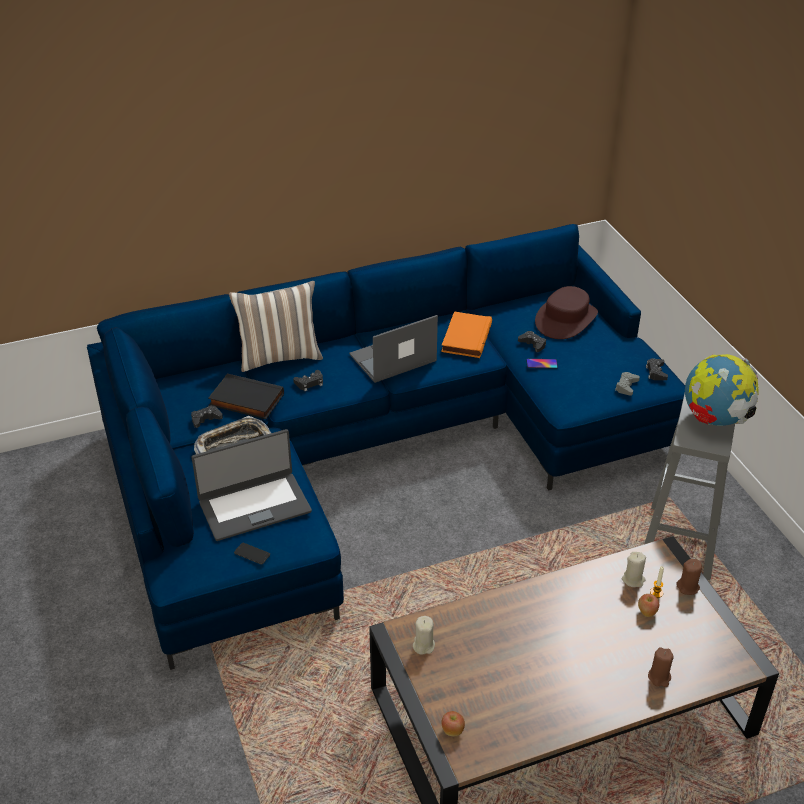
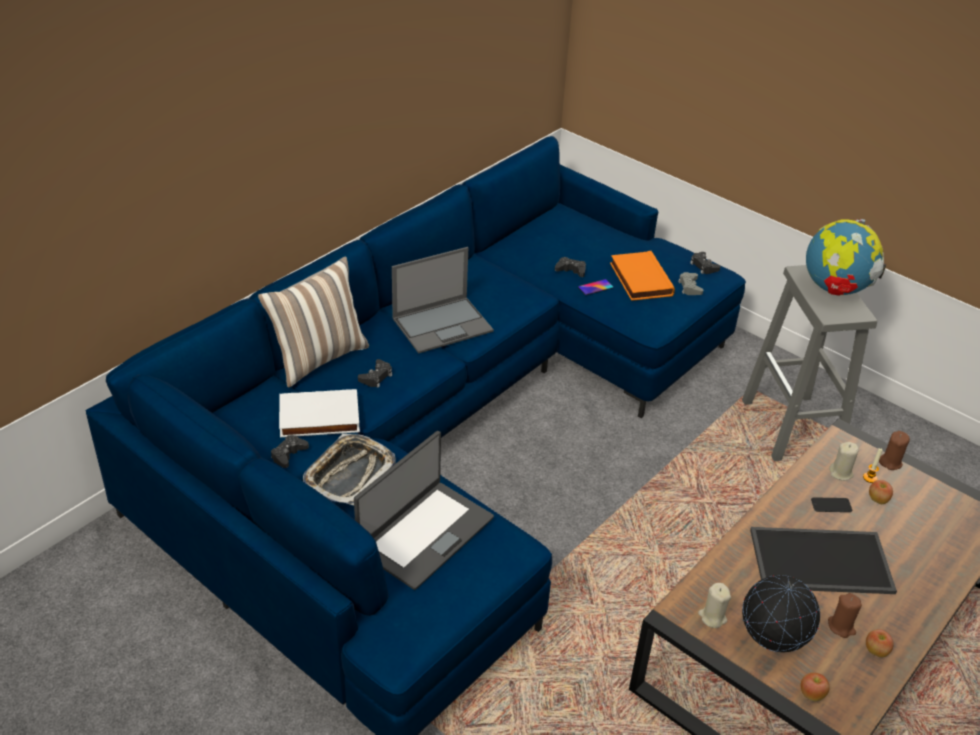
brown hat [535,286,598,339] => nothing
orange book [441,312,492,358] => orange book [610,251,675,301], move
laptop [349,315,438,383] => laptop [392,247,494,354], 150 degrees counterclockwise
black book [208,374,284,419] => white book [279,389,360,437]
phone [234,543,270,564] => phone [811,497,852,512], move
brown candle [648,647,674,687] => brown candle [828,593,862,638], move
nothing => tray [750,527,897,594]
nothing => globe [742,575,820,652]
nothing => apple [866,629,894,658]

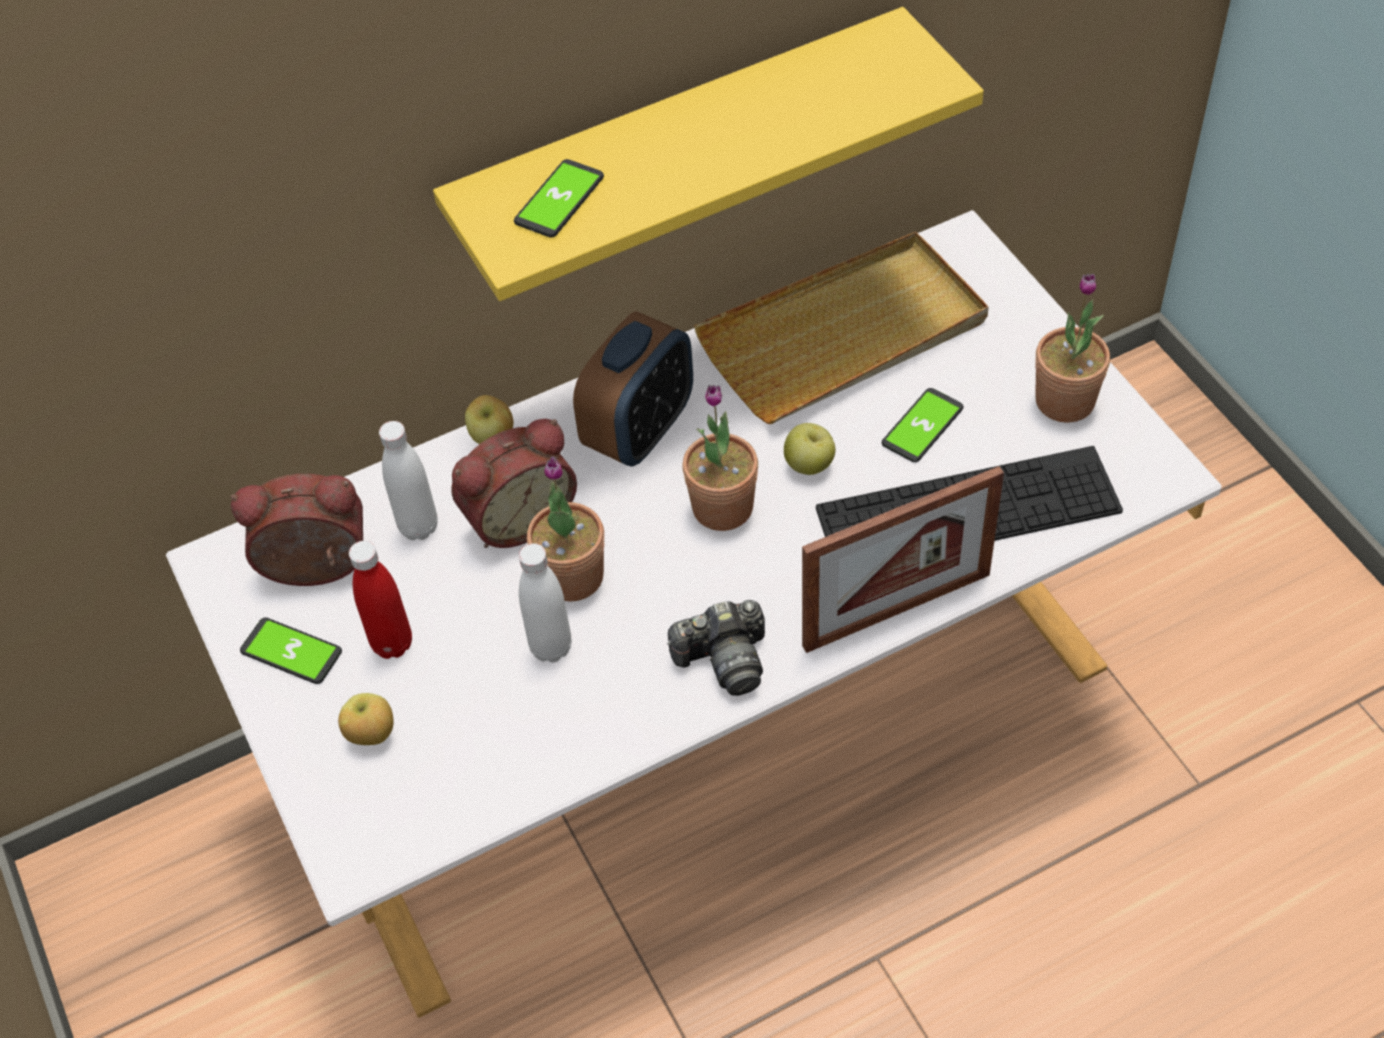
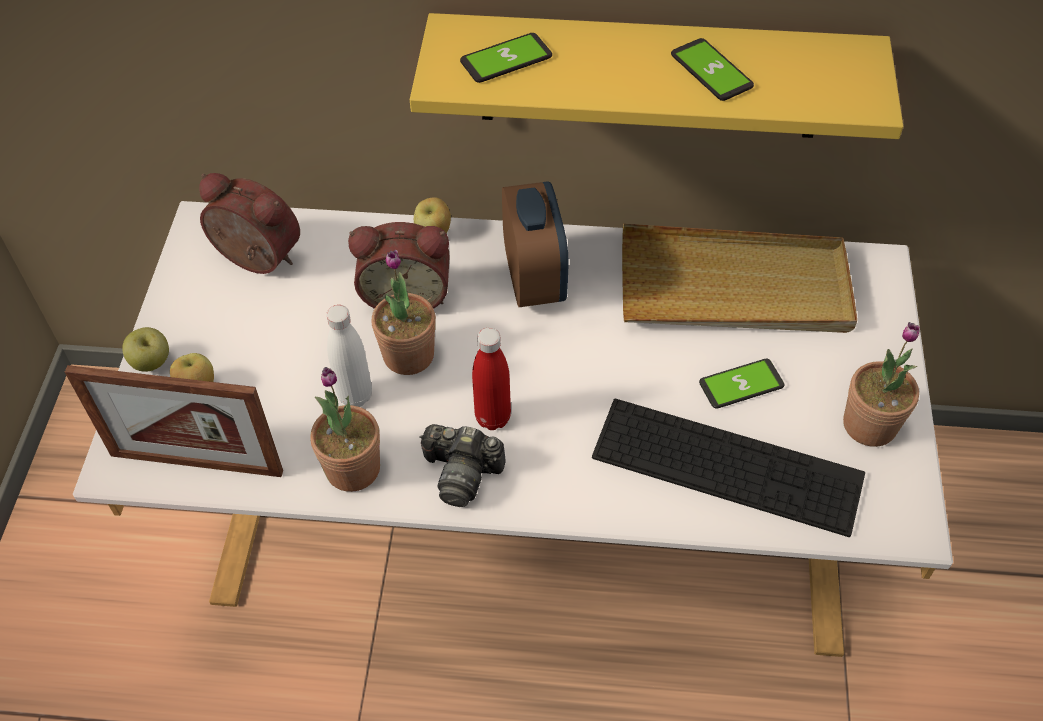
alarm clock [573,311,693,467] => alarm clock [502,181,569,307], 75 degrees counterclockwise
potted plant [682,385,758,531] => potted plant [310,367,380,492], move
white bottle [379,421,438,540] => nothing
apple [784,423,835,475] => apple [122,327,169,372], move
picture frame [802,466,1004,653] => picture frame [65,365,283,477], move
red bottle [349,541,412,659] => red bottle [472,328,511,430], move
phone [240,617,342,684] => phone [671,38,754,101], move

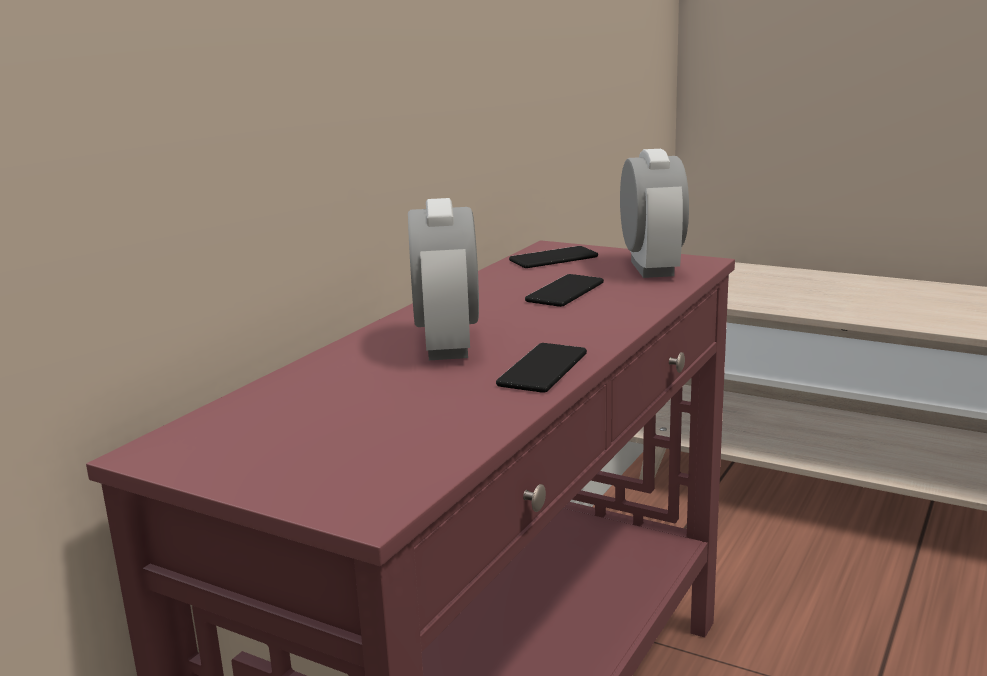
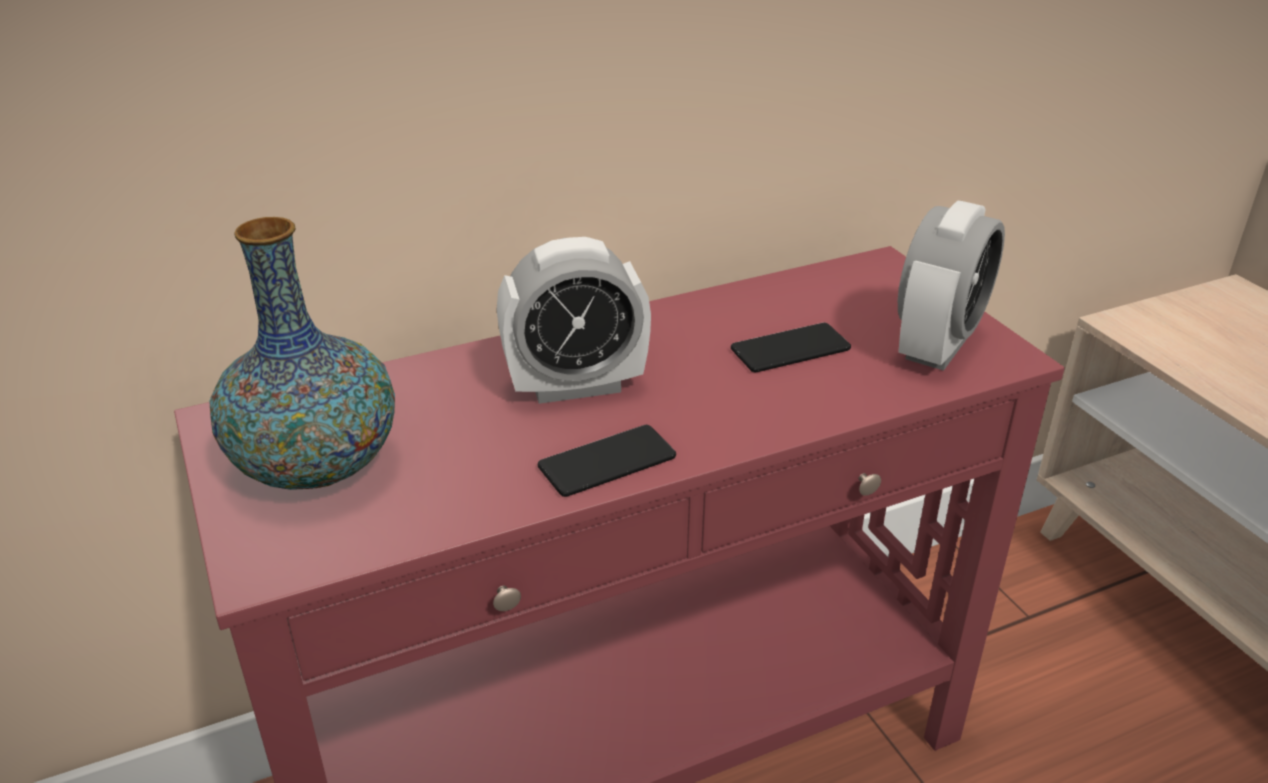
alarm clock [408,198,479,360] => alarm clock [497,237,651,404], 135 degrees counterclockwise
phone [509,246,598,268] => nothing
nothing => vase [209,217,395,490]

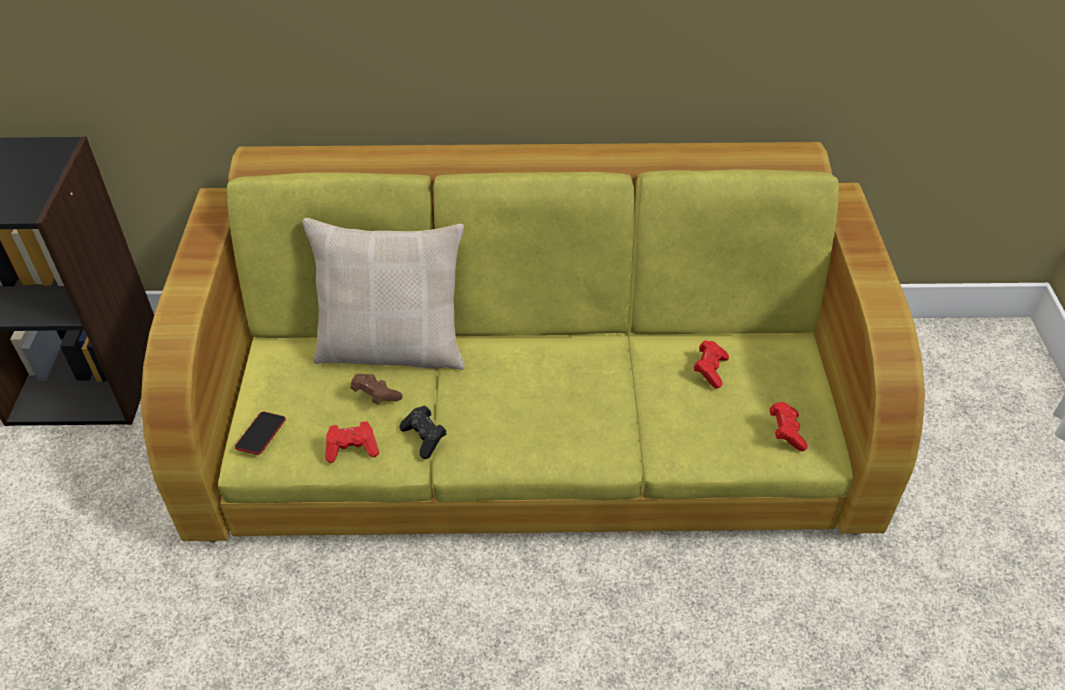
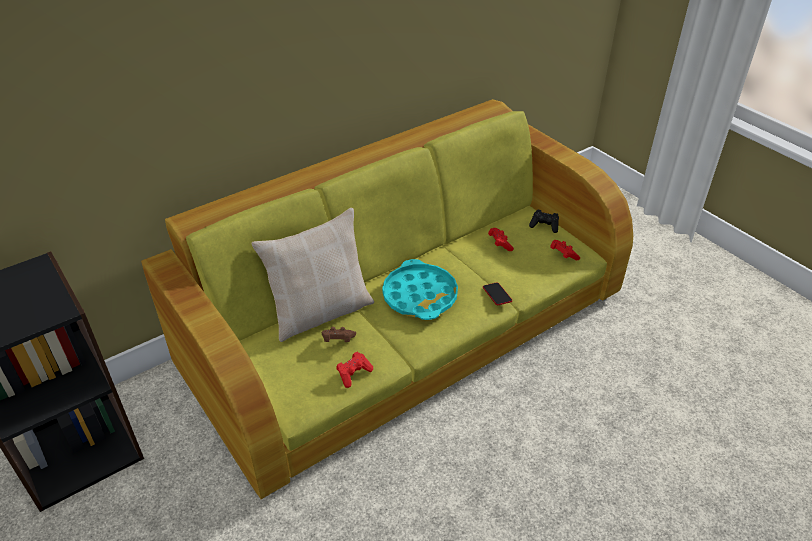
black game controller [399,406,447,459] => black game controller [529,210,559,233], move
phone [235,412,286,455] => phone [483,282,512,305], move
nothing => turquoise tray [382,259,458,320]

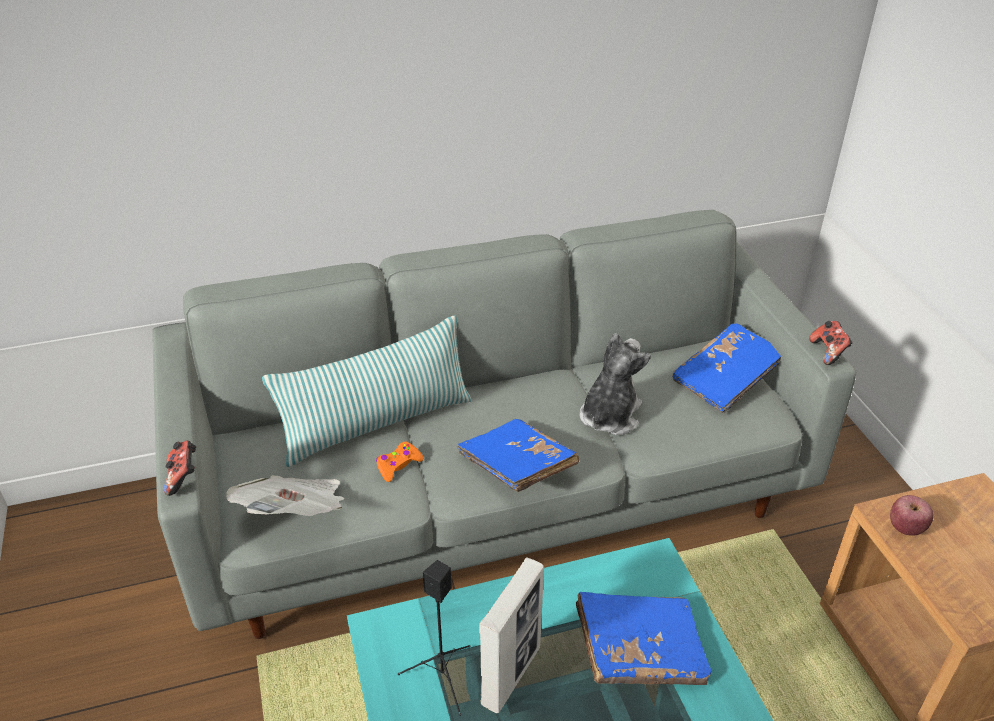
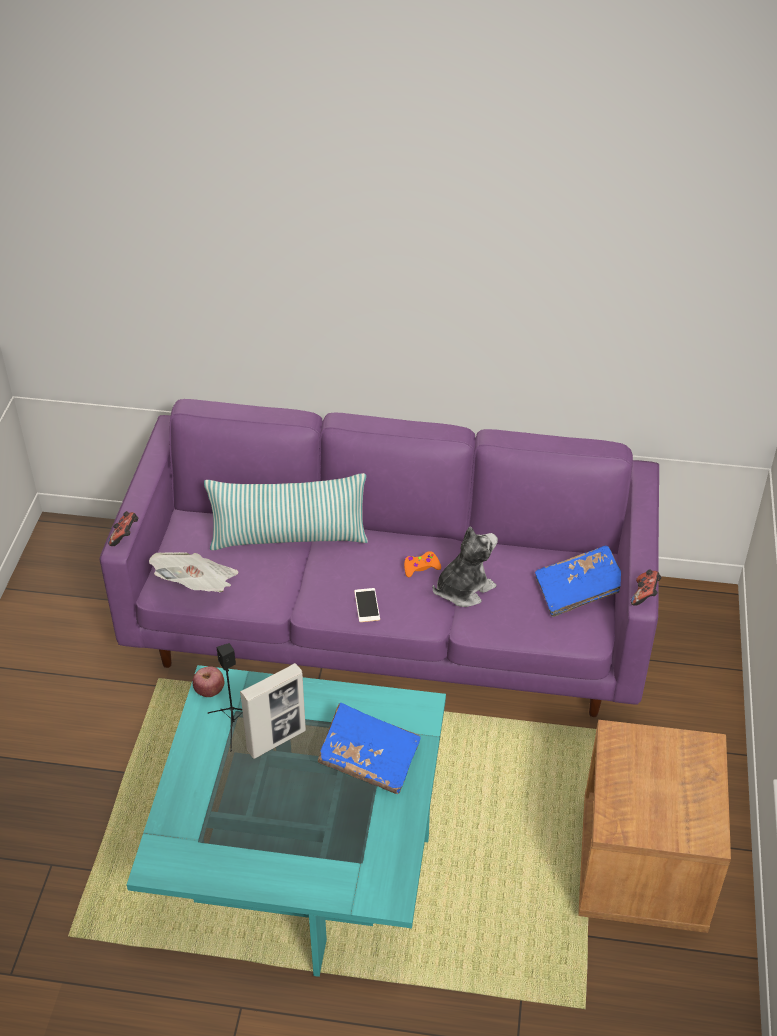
grey sofa [152,210,857,639] => purple sofa [100,399,659,717]
blue book [457,419,579,492] => phone [354,588,380,622]
orange game controller [376,442,424,482] => orange game controller [404,551,441,577], move
apple [890,495,934,536] => apple [192,666,225,697], move

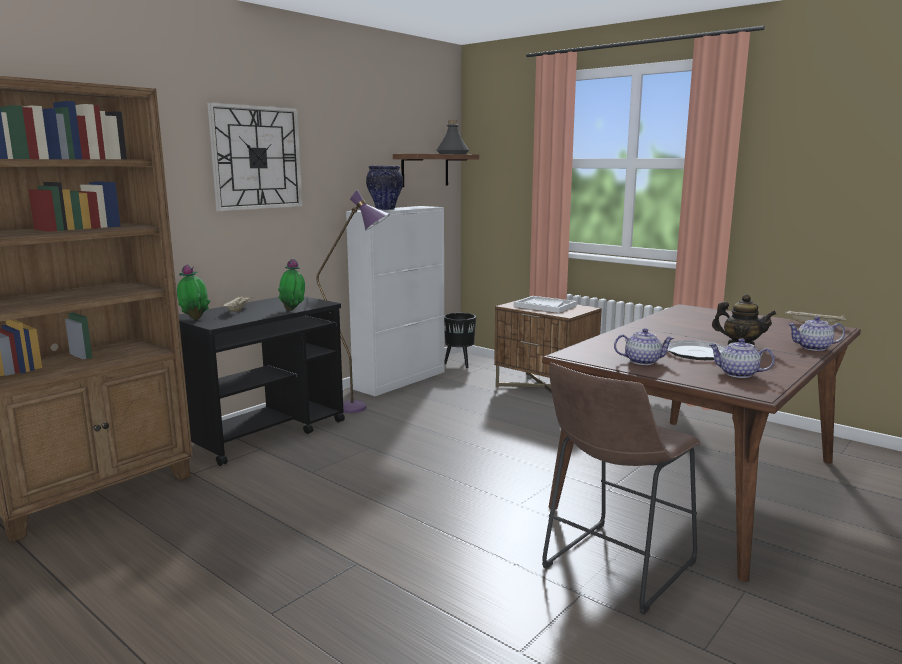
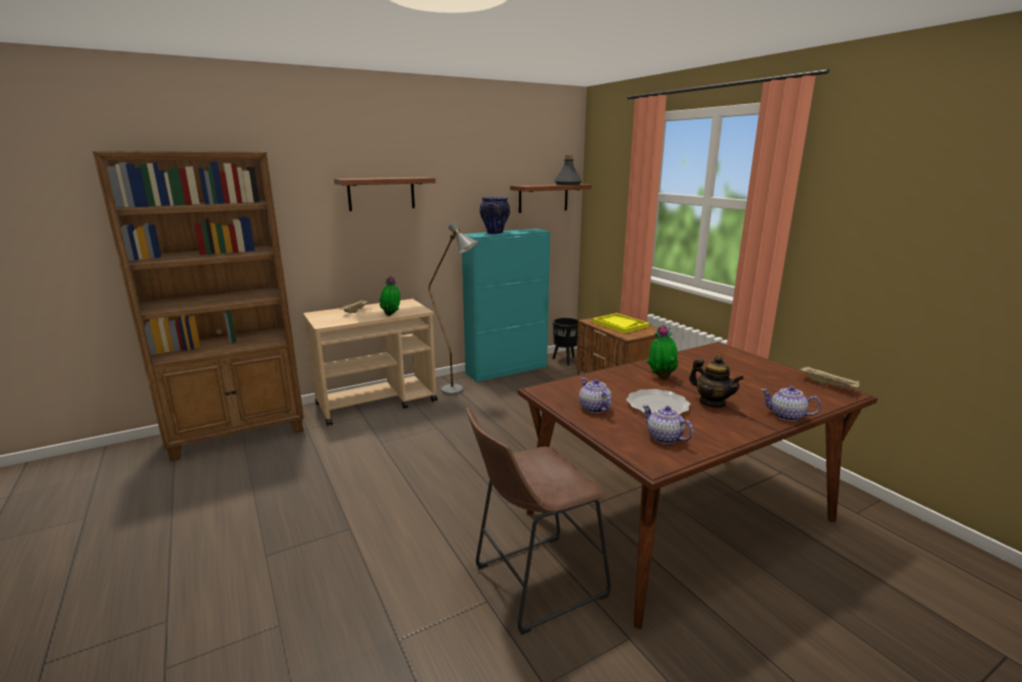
wall clock [207,102,302,211] => shelf [334,177,436,211]
purple floor lamp [316,190,390,413] => grey floor lamp [428,221,479,395]
white cabinet [346,206,445,396] => turquoise cabinet [462,229,550,382]
potted plant [177,264,211,319] => potted plant [647,325,678,380], move
black cart [179,296,345,466] => beige cart [303,299,437,426]
white tray [514,296,577,313] => yellow tray [593,313,649,334]
teapot [614,328,674,365] => teapot [579,378,612,413], 135 degrees counterclockwise

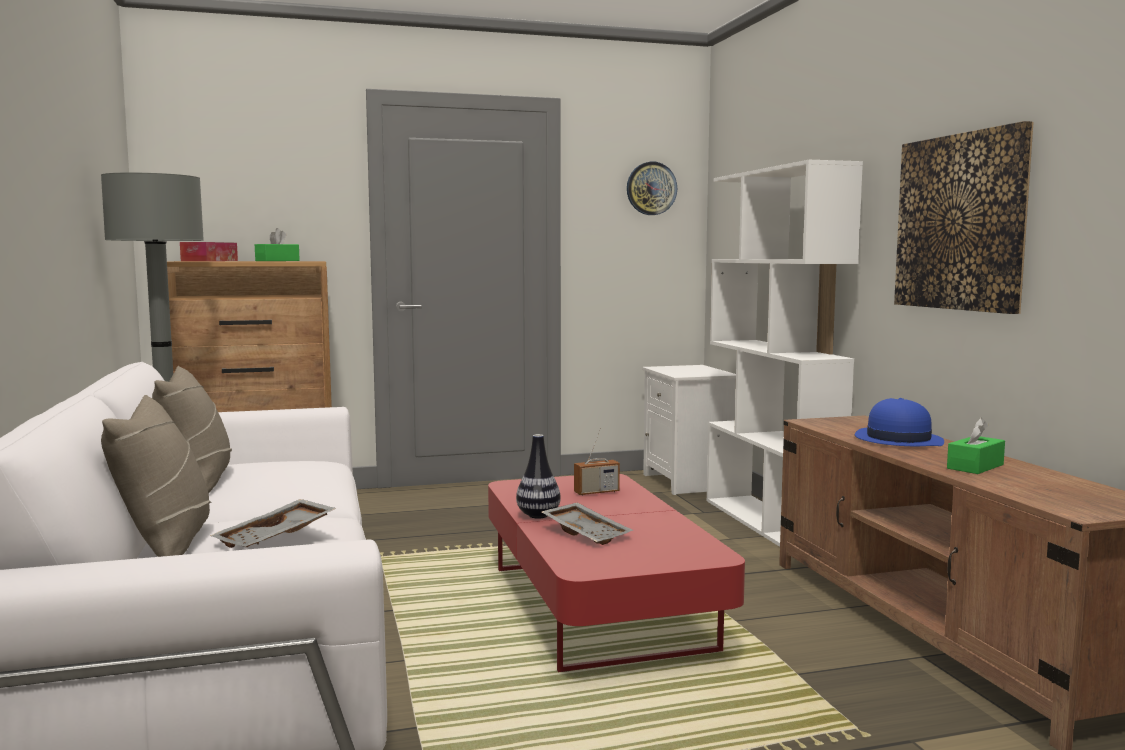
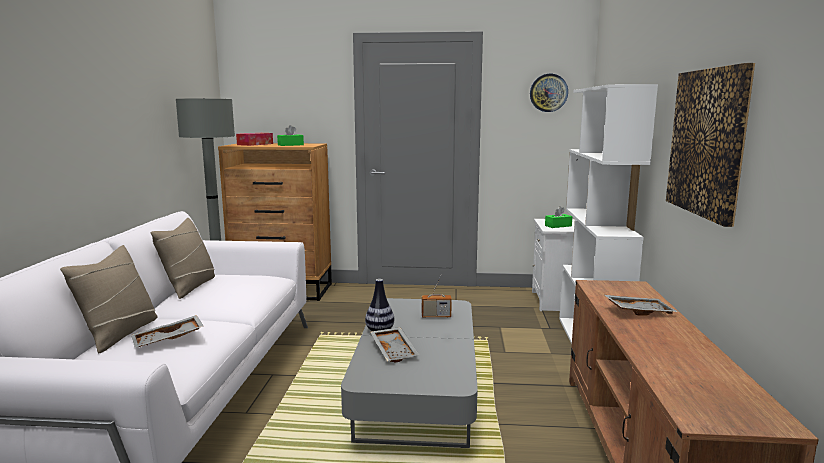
blue hat [855,398,944,446] => grey tray [605,295,678,316]
green tissue box [947,418,1005,474] => green tissue box [545,206,572,228], move
red coffee table [488,474,745,672] => grey coffee table [341,298,478,448]

